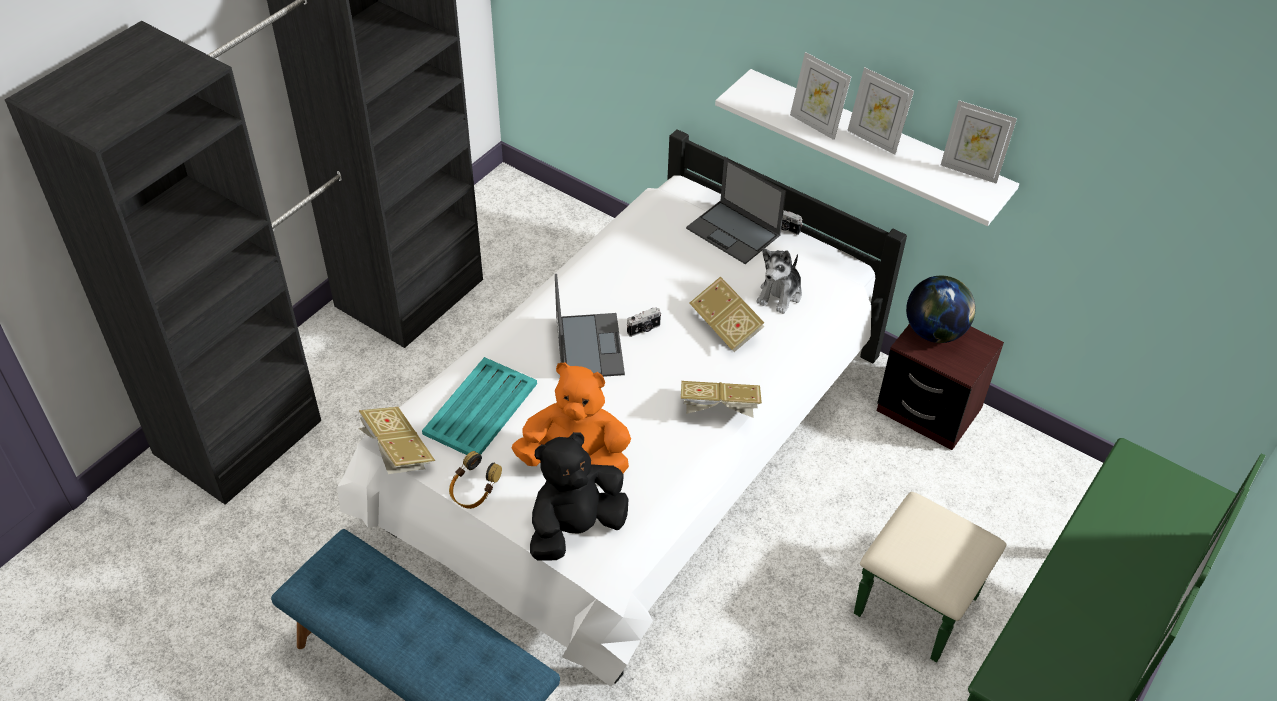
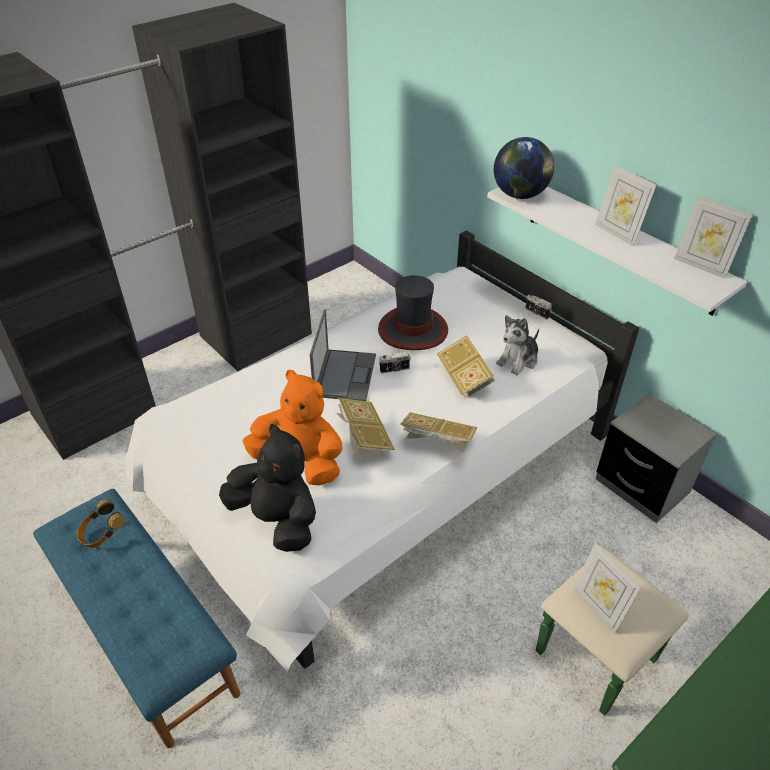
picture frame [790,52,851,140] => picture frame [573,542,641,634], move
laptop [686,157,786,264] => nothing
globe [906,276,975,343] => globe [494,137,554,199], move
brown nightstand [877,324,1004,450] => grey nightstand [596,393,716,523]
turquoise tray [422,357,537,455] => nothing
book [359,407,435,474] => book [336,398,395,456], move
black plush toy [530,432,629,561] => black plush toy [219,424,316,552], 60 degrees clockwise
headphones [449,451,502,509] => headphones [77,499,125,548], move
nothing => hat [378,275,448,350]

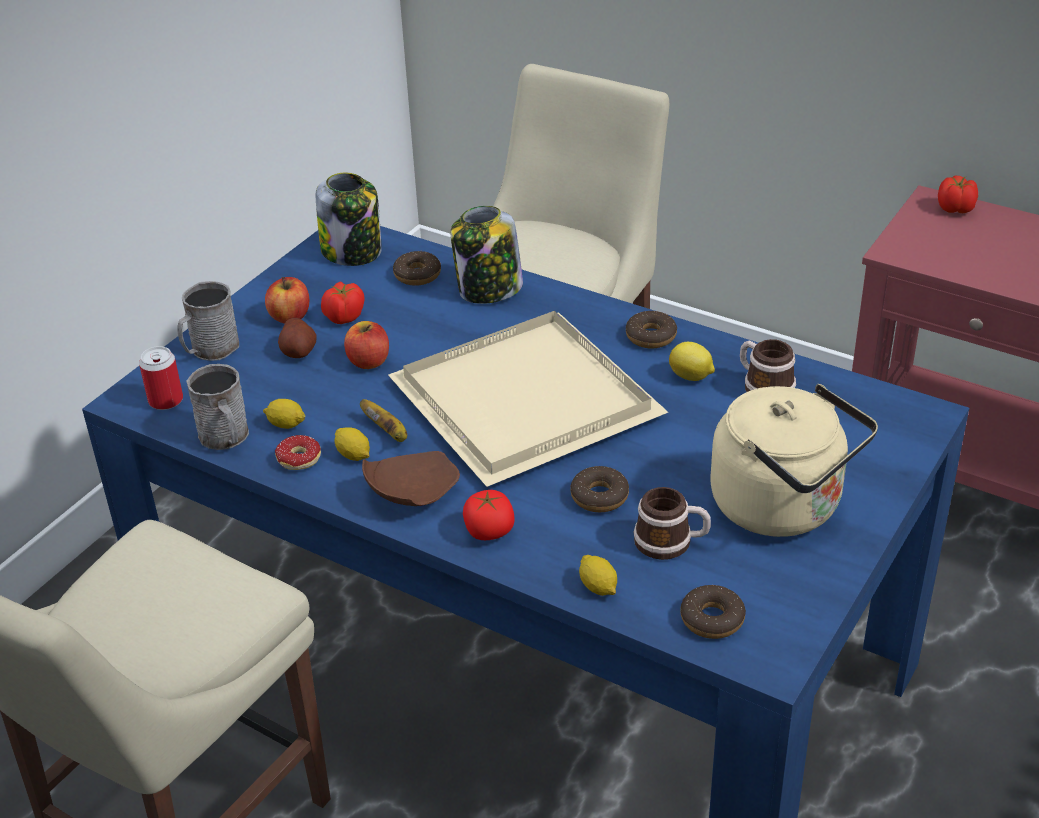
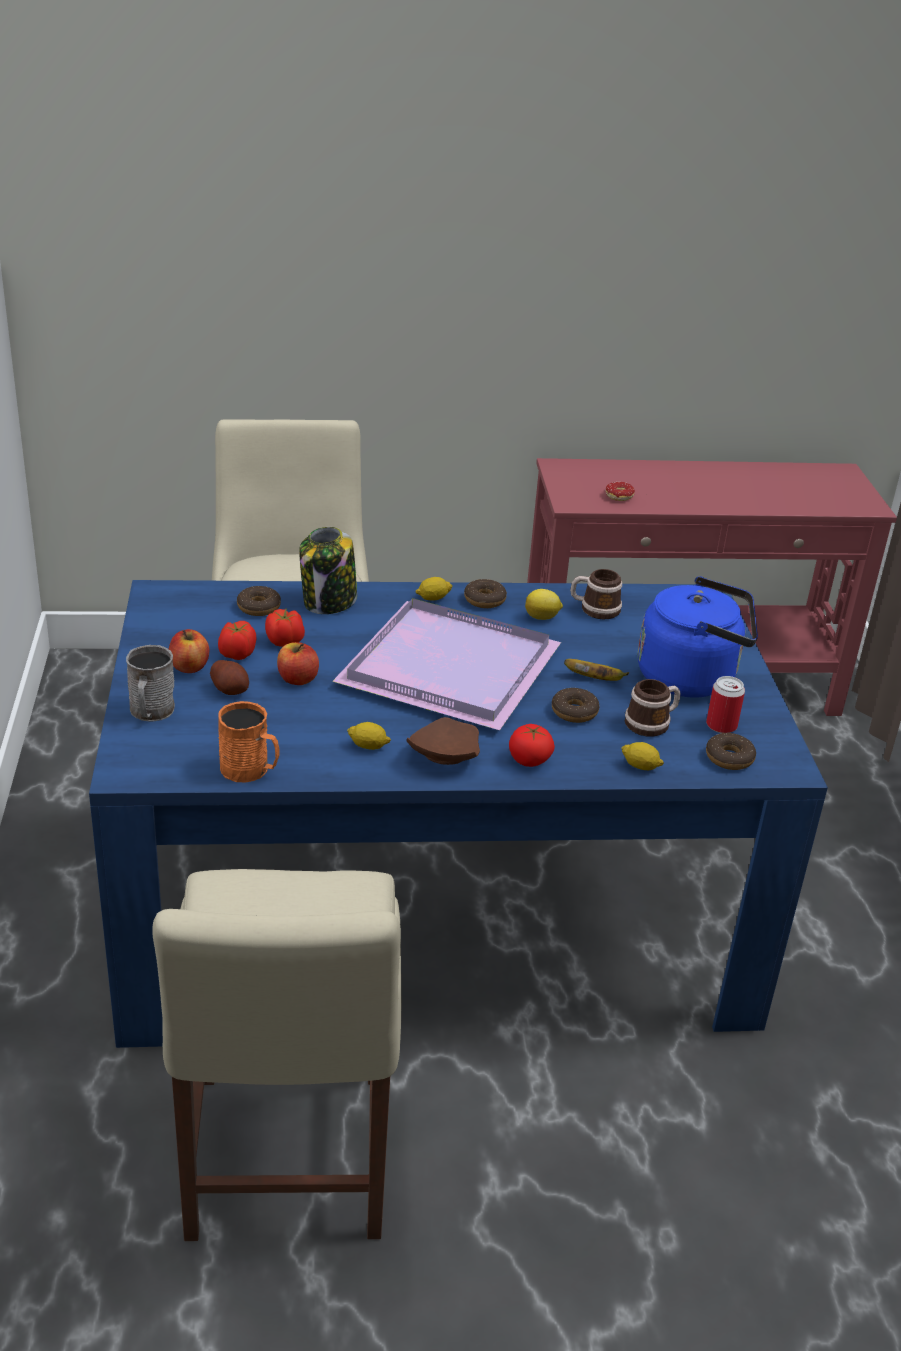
jar [315,173,382,266] => nothing
tomato [938,176,978,213] => tomato [265,608,305,647], move
beige tray [388,311,668,487] => purple tray [332,598,561,730]
can [139,346,183,410] => can [706,676,745,733], move
grey mug [186,364,249,450] => orange mug [218,701,280,782]
beige kettle [710,384,878,537] => blue kettle [638,577,758,698]
lemon [263,399,305,429] => lemon [415,577,453,601], move
banana [360,399,407,442] => banana [564,659,629,681], move
donut [275,435,321,470] => donut [606,482,647,501], move

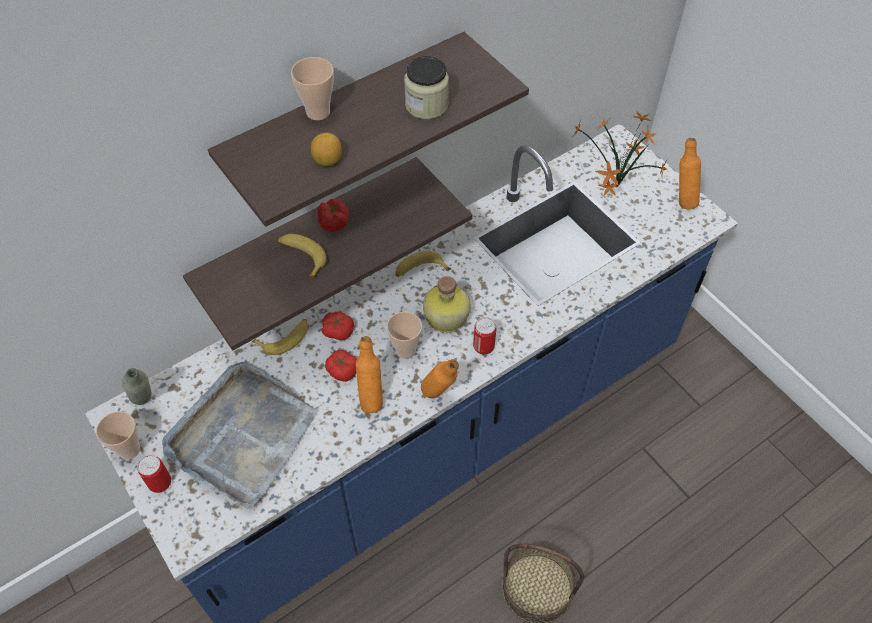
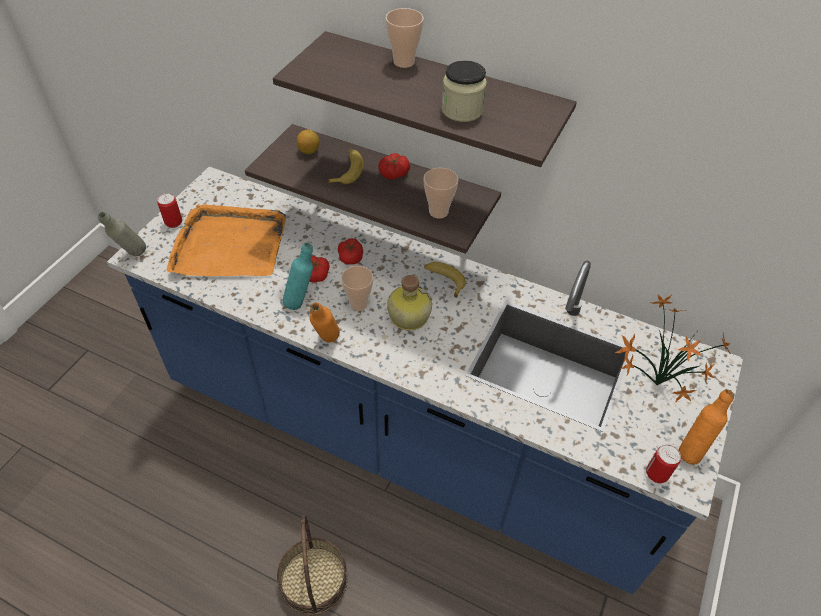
lemon [311,133,342,166] => lemon [297,130,319,154], move
can [473,317,496,354] => can [646,444,681,483], move
banana [252,319,308,355] => nothing
orange bottle [356,336,383,413] => turquoise bottle [283,242,313,310]
grey tray [162,362,318,510] => orange tray [166,204,286,276]
grey bottle [122,368,152,405] => grey bottle [98,212,146,256], move
cup [96,411,140,460] => cup [424,168,458,219], move

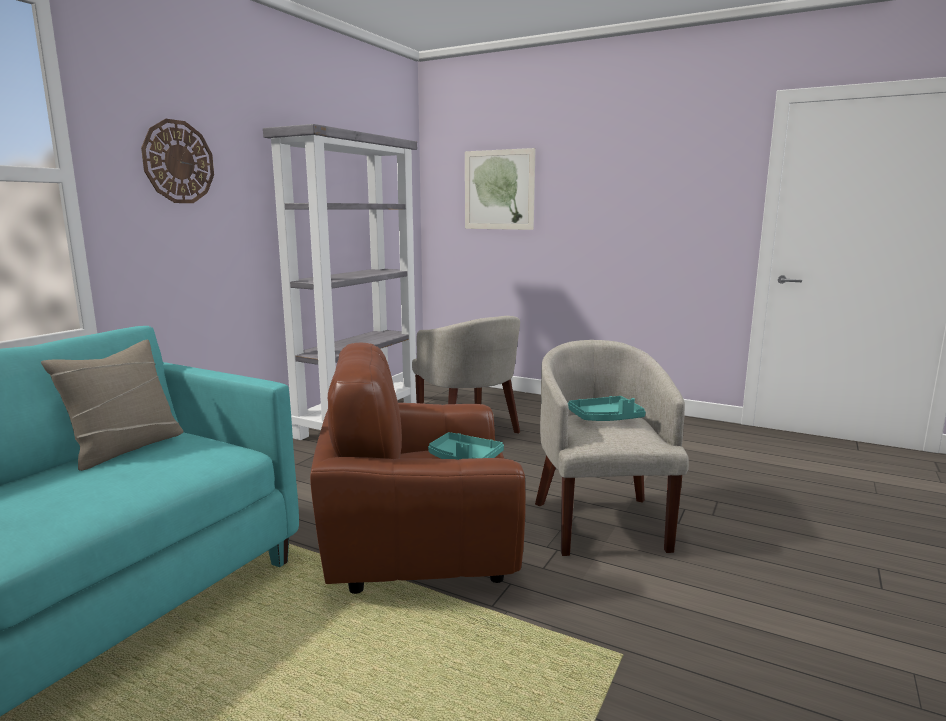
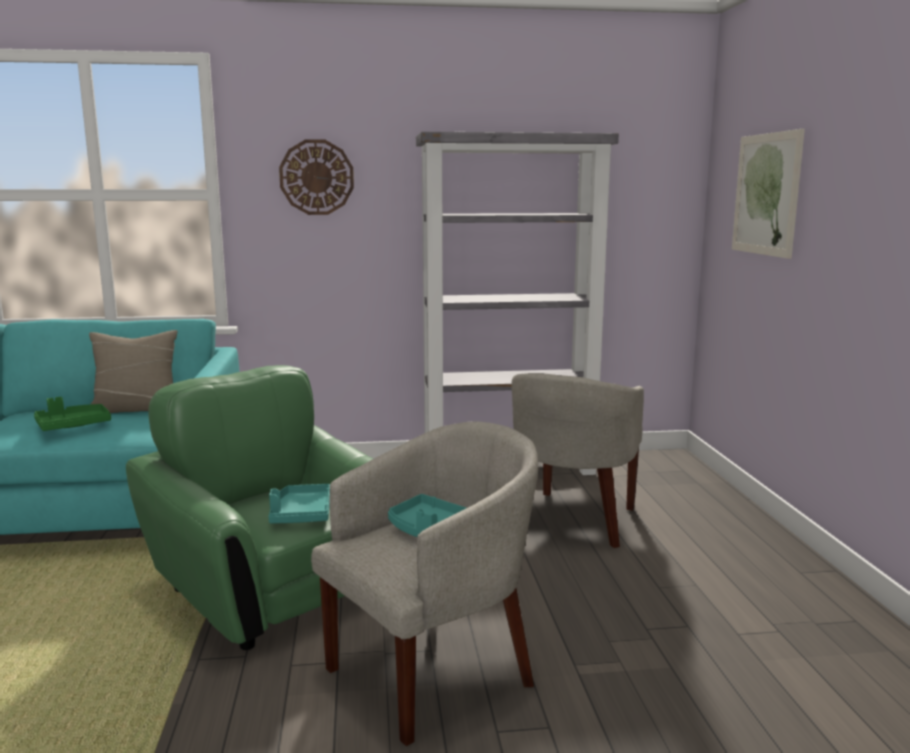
brown armchair [310,343,526,594] => green armchair [126,365,374,650]
nothing => green tray [34,397,111,431]

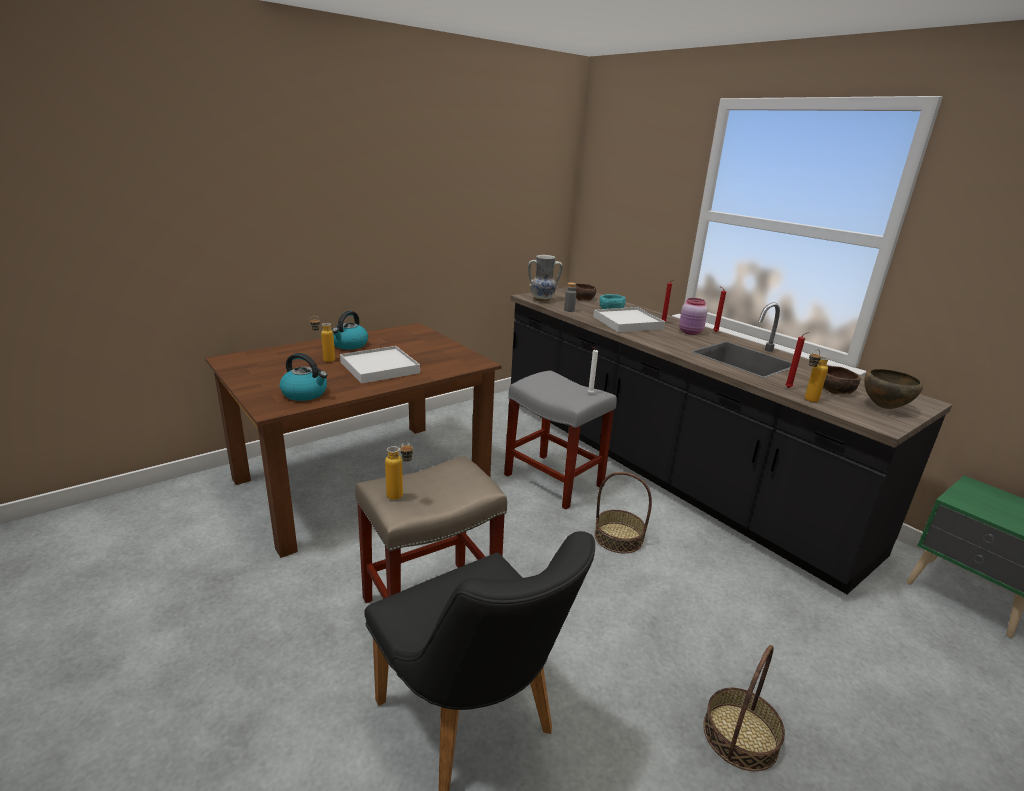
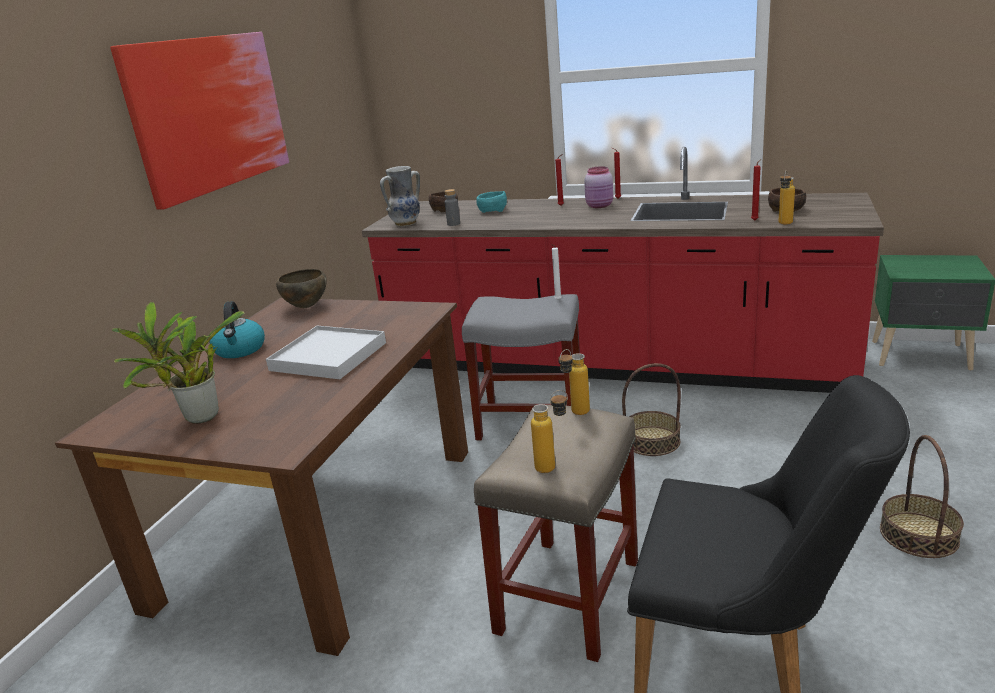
black counter [510,287,953,594] => red counter [362,147,884,393]
white tray [593,307,665,332] => nothing
bottle [310,316,335,362] => bottle [558,349,590,415], move
kettle [280,353,328,401] => nothing
brown bowl [864,369,923,409] => brown bowl [276,269,327,308], move
nothing => picture [110,32,289,210]
nothing => potted plant [112,302,245,424]

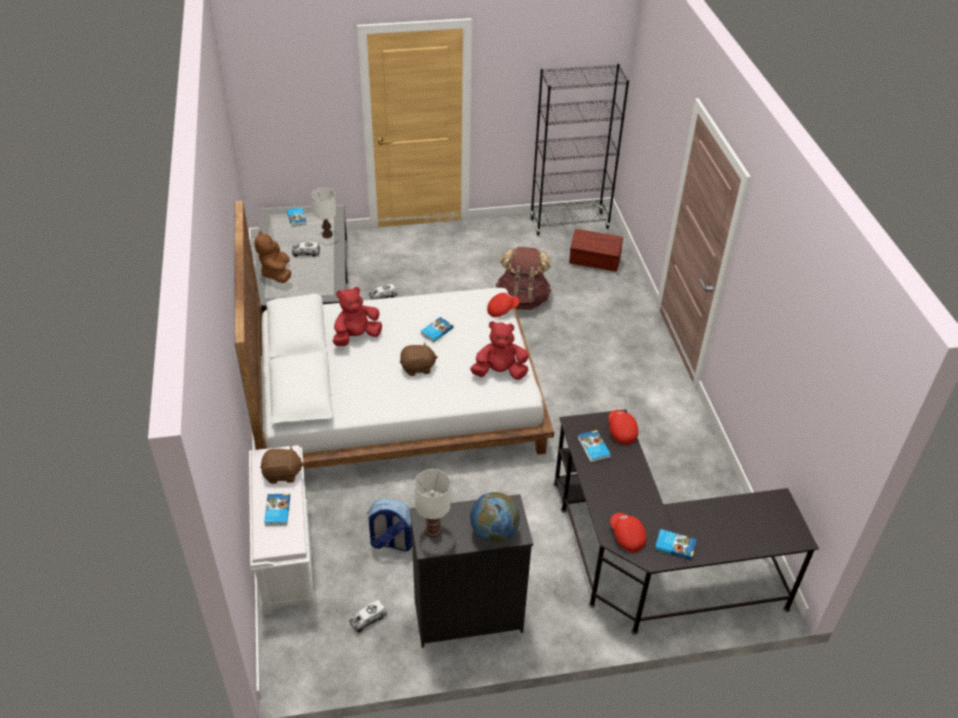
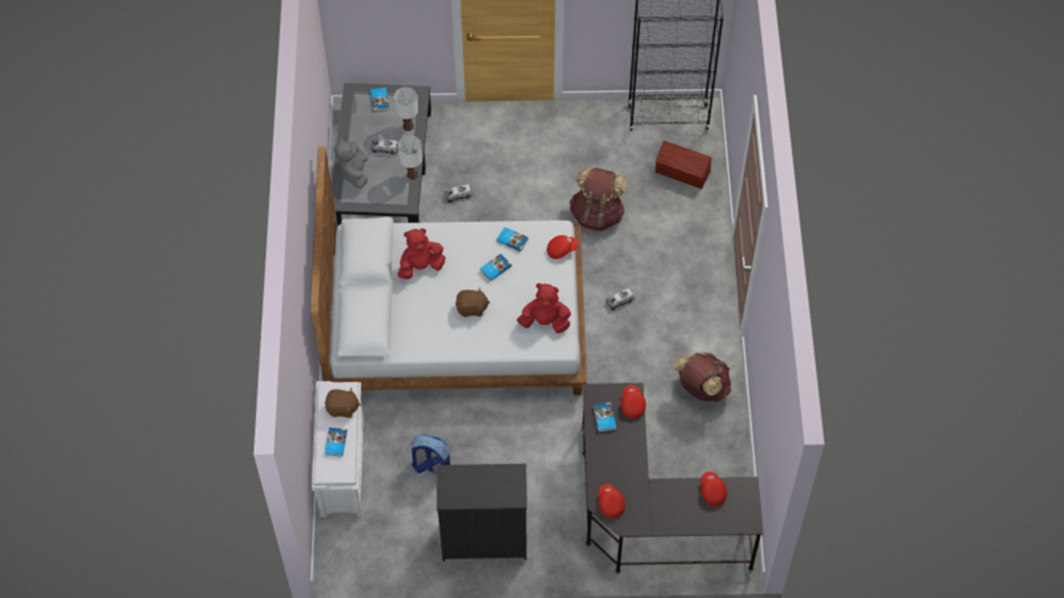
brown plush toy [254,231,291,283] => grey plush toy [335,138,368,189]
white table lamp [414,469,450,537] => white table lamp [398,136,423,179], move
globe [470,492,520,543] => nothing
book [655,529,696,560] => book [497,227,528,252], move
toy truck [349,600,387,633] => toy truck [606,288,635,310], move
nothing => brown backpack [673,352,731,402]
nothing => red cap [701,472,727,506]

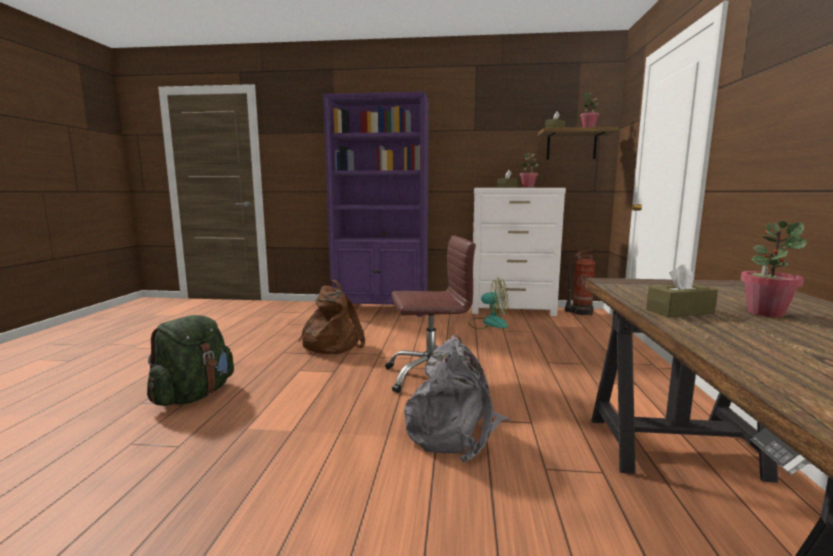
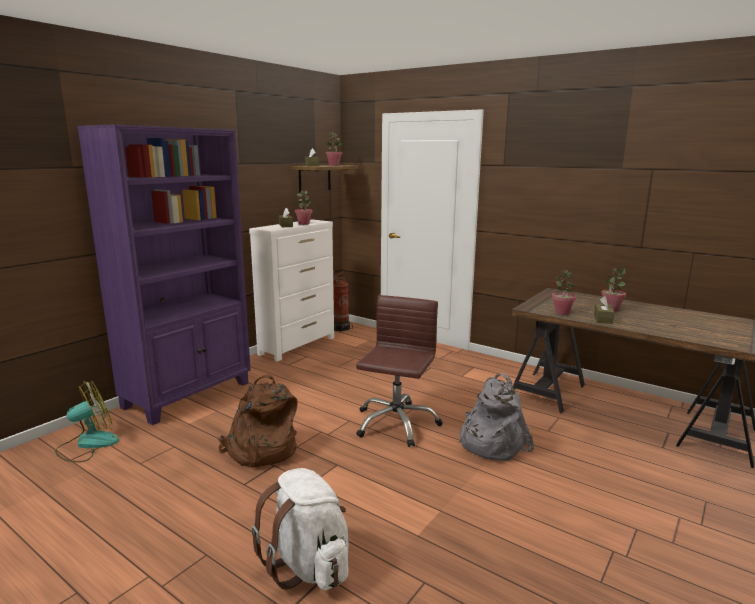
fan [469,277,508,329] => fan [55,381,119,462], move
green backpack [147,315,234,406] => white backpack [251,468,348,590]
nothing => potted plant [552,270,576,315]

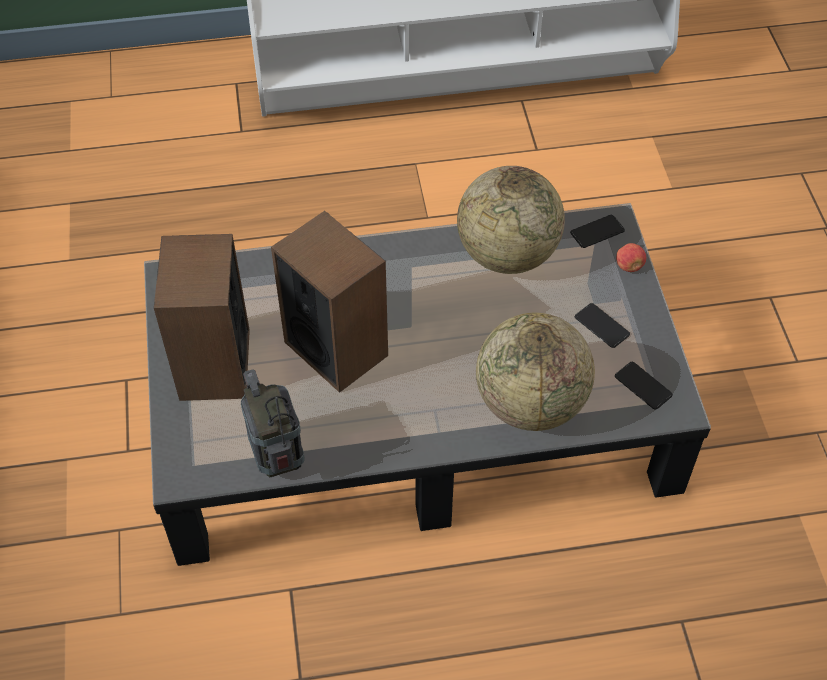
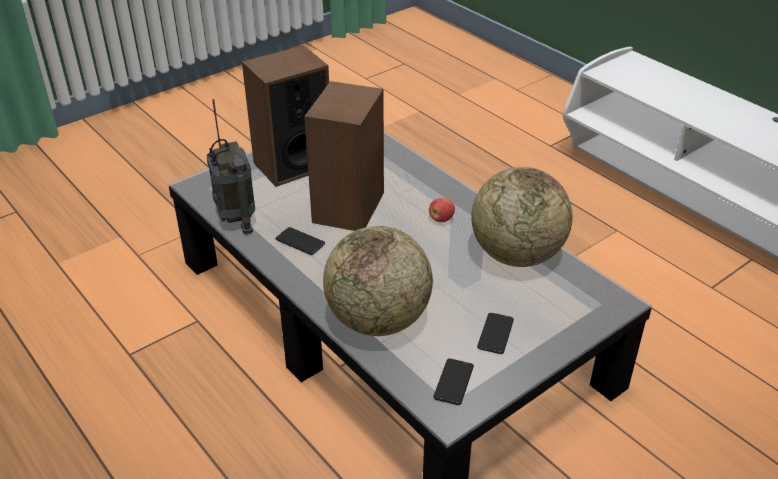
phone [570,215,625,248] => phone [276,227,325,255], move
apple [616,243,646,272] => apple [429,198,455,222], move
radio [241,369,305,477] => radio [206,99,255,234], 120 degrees clockwise

